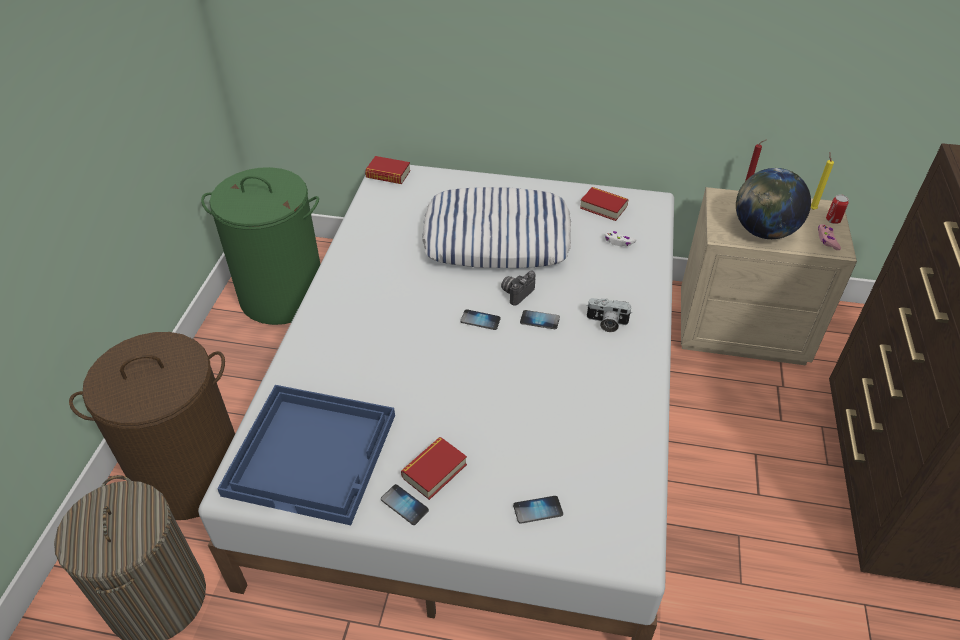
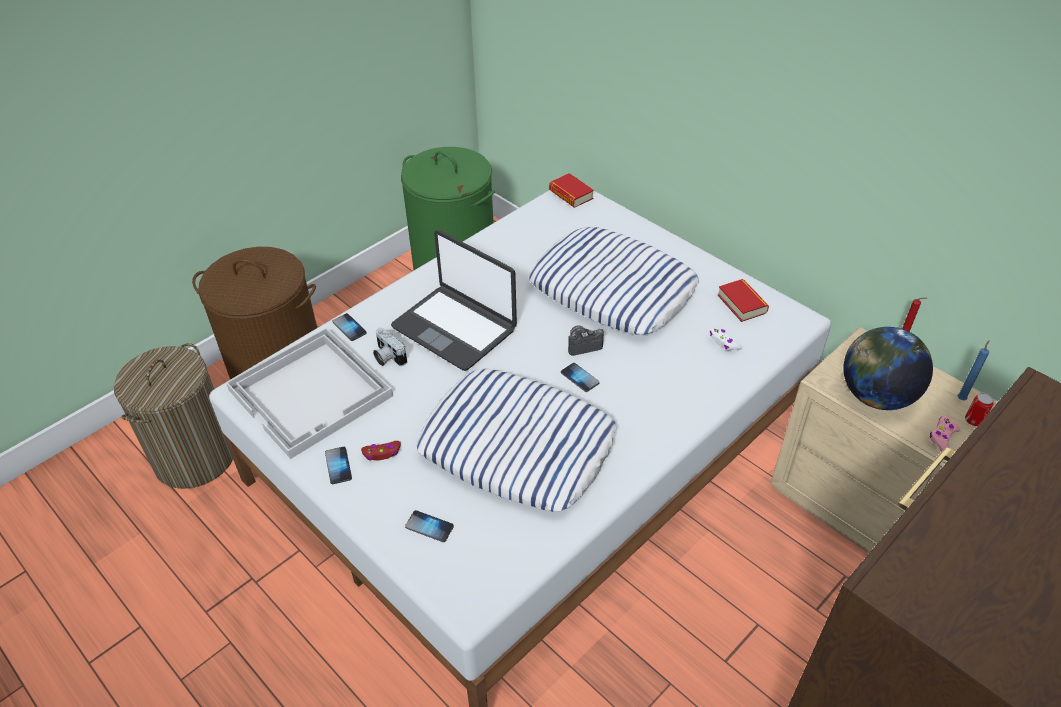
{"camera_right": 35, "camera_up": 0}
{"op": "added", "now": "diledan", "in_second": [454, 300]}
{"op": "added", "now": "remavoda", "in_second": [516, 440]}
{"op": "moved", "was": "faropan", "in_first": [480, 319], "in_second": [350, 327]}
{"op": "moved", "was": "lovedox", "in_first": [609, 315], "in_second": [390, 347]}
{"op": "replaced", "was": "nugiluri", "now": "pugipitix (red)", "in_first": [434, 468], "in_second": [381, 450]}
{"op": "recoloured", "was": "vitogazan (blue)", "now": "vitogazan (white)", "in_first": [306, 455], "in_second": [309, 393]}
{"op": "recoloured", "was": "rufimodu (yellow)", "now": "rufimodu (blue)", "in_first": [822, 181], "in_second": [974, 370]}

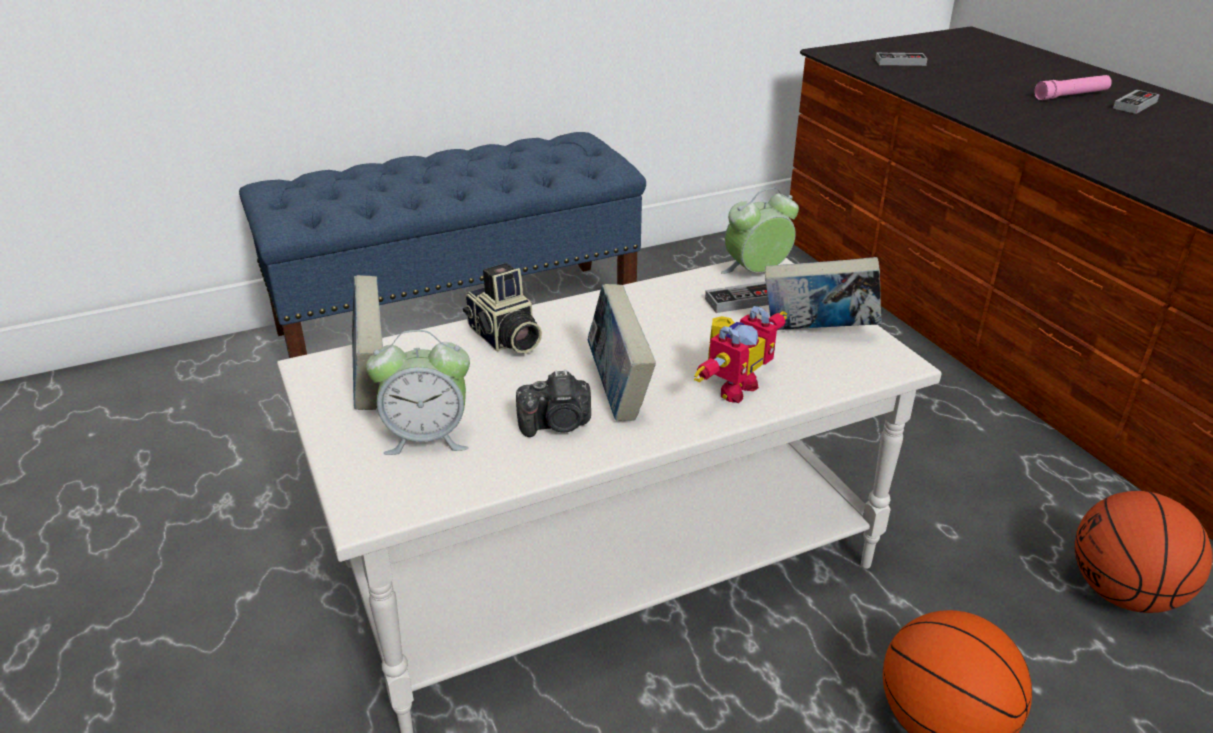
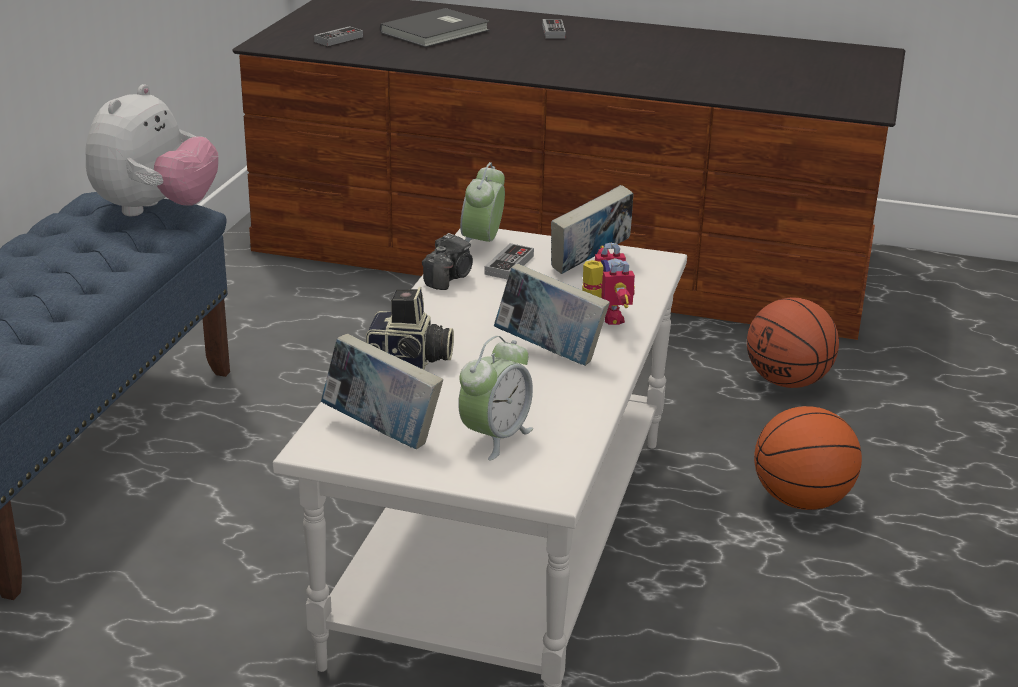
{"camera_right": -50, "camera_up": -5}
{"op": "removed", "was": "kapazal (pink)", "in_first": [1073, 87]}
{"op": "added", "now": "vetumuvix", "in_second": [151, 150]}
{"op": "added", "now": "nugiluri (grey)", "in_second": [435, 27]}
{"op": "moved", "was": "lovedox", "in_first": [553, 403], "in_second": [447, 261]}

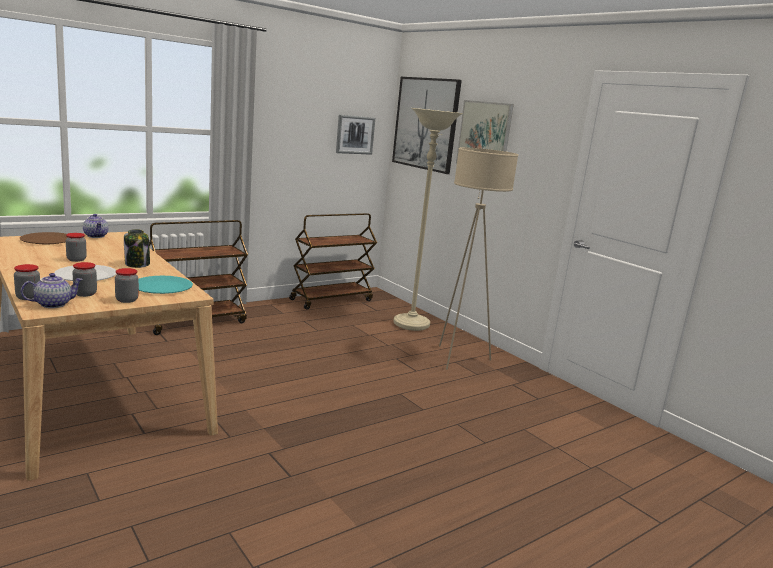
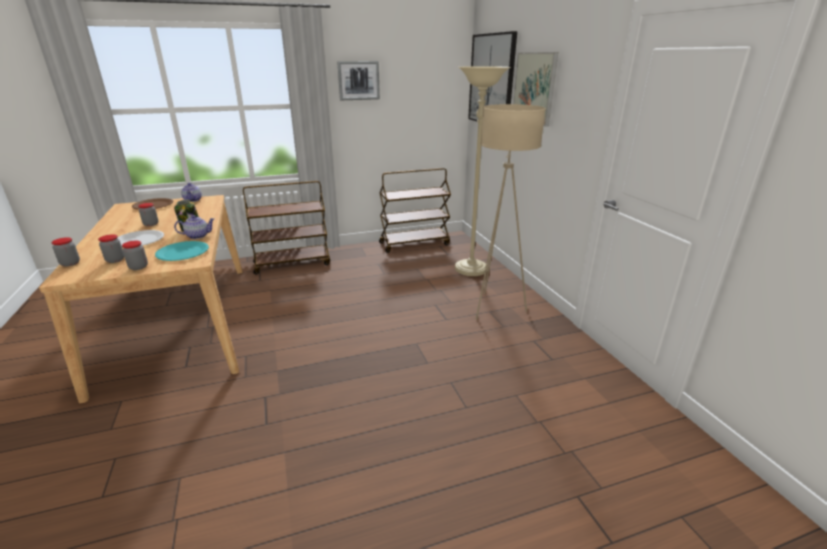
{"camera_right": 20, "camera_up": 10}
{"op": "moved", "was": "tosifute", "in_first": [52, 290], "in_second": [194, 227]}
{"op": "moved", "was": "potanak", "in_first": [355, 135], "in_second": [358, 80]}

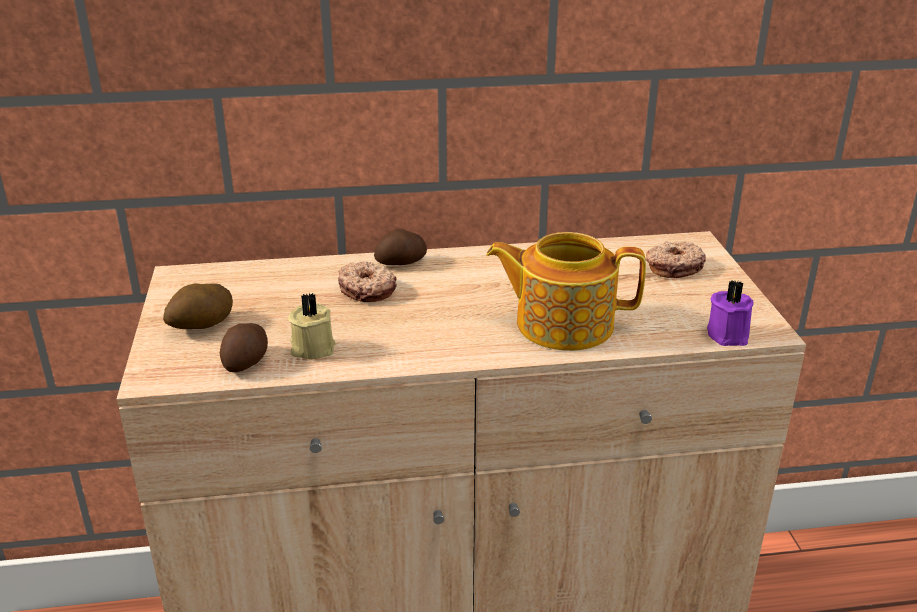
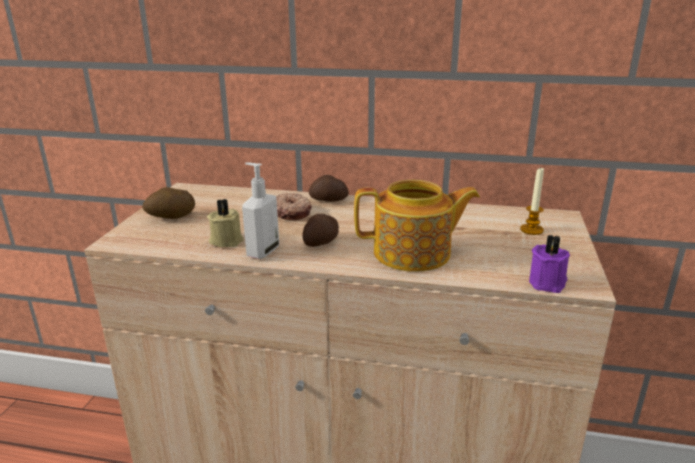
{"camera_right": 20, "camera_up": -5}
{"op": "added", "now": "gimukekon", "in_second": [260, 210]}
{"op": "moved", "was": "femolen", "in_first": [244, 347], "in_second": [320, 230]}
{"op": "replaced", "was": "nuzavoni", "now": "rufimodu", "in_first": [675, 259], "in_second": [532, 201]}
{"op": "turned", "was": "tosifute", "in_first": [566, 291], "in_second": [417, 226], "clockwise": 150}

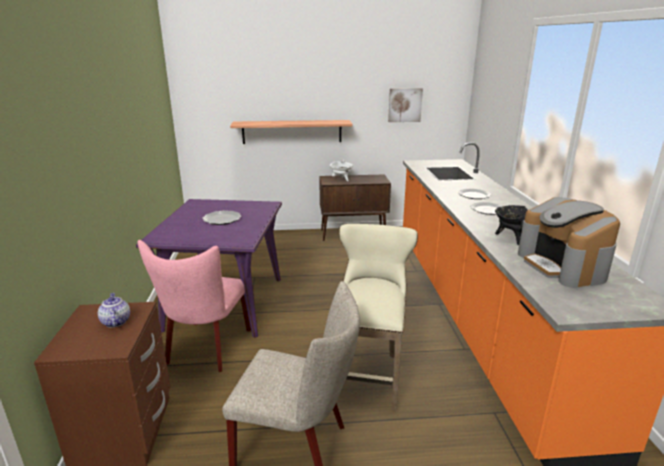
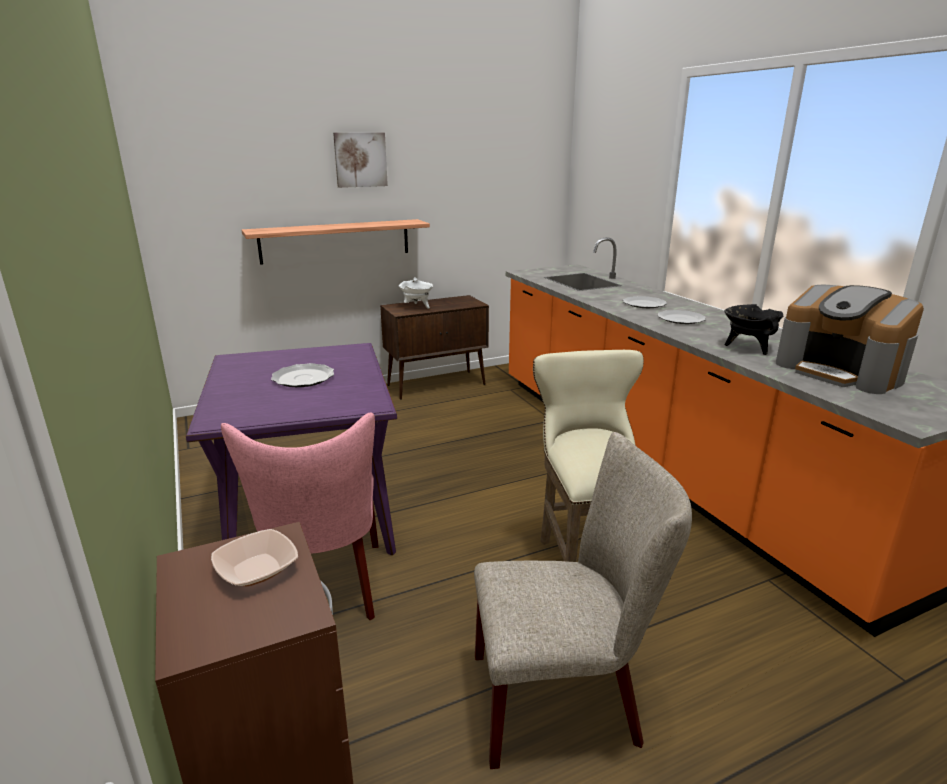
{"camera_right": -20, "camera_up": 0}
{"op": "moved", "was": "potanak", "in_first": [405, 105], "in_second": [360, 160]}
{"op": "replaced", "was": "tosifute", "now": "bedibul", "in_first": [114, 310], "in_second": [254, 557]}

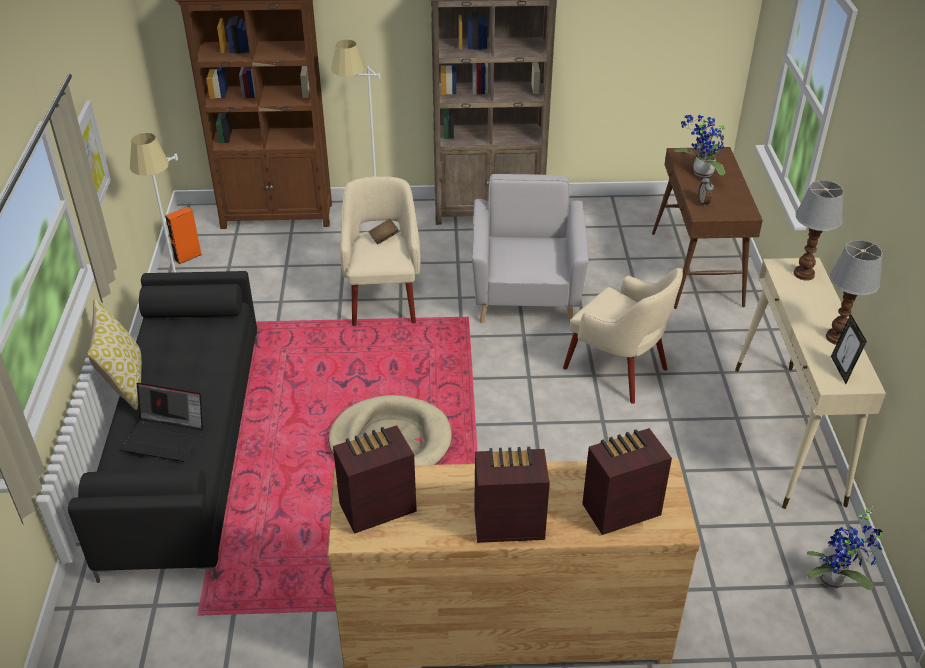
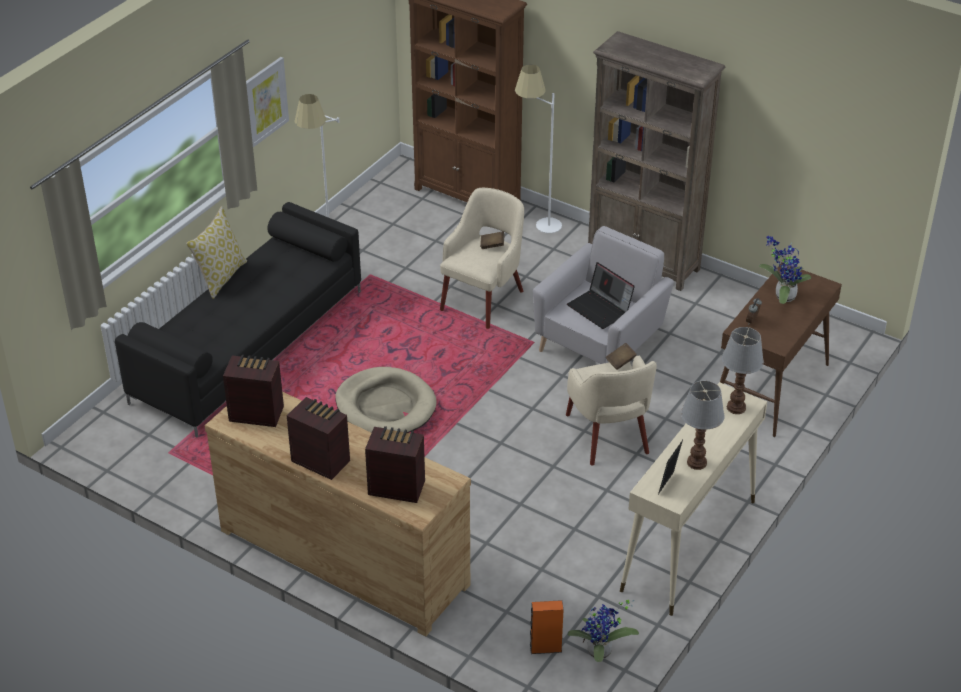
{"camera_right": 35, "camera_up": 0}
{"op": "added", "now": "nugiluri (brown)", "in_second": [621, 356]}
{"op": "moved", "was": "diledan", "in_first": [162, 422], "in_second": [601, 295]}
{"op": "moved", "was": "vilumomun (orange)", "in_first": [183, 235], "in_second": [546, 627]}

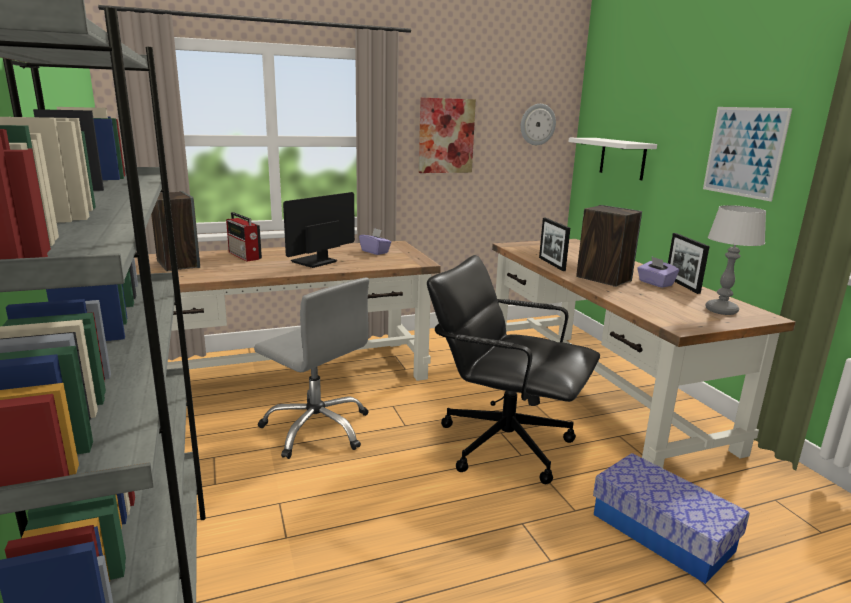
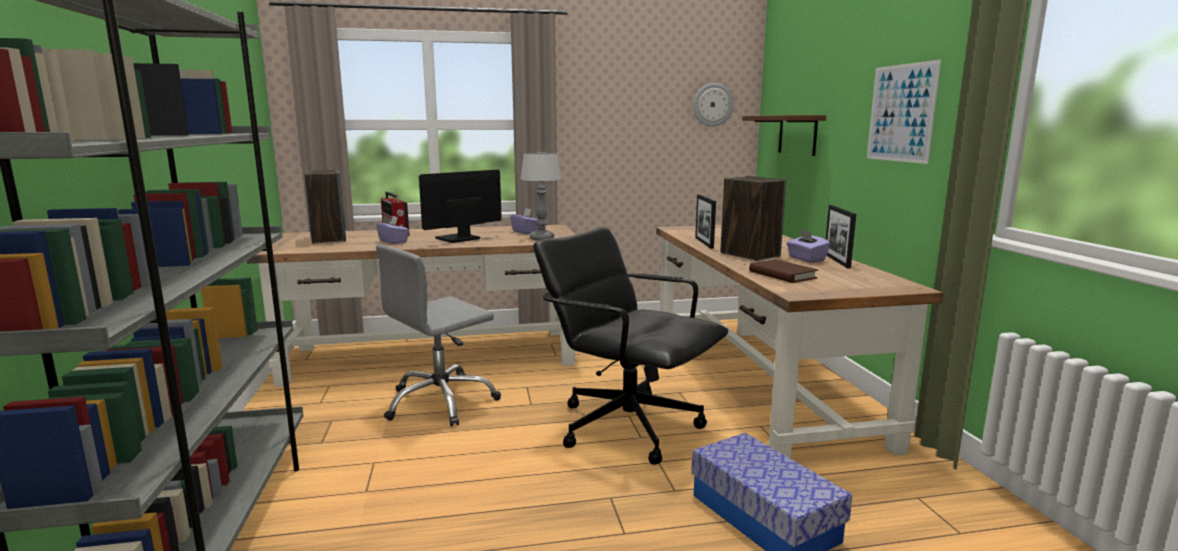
{"camera_right": 10, "camera_up": -5}
{"op": "removed", "was": "potanak", "in_first": [447, 135]}
{"op": "added", "now": "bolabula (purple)", "in_second": [392, 230]}
{"op": "added", "now": "nugiluri (brown)", "in_second": [783, 271]}
{"op": "moved", "was": "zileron", "in_first": [735, 260], "in_second": [541, 197]}
{"op": "recoloured", "was": "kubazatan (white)", "now": "kubazatan (brown)", "in_first": [613, 159], "in_second": [784, 135]}
{"op": "turned", "was": "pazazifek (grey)", "in_first": [311, 368], "in_second": [438, 335], "clockwise": 90}

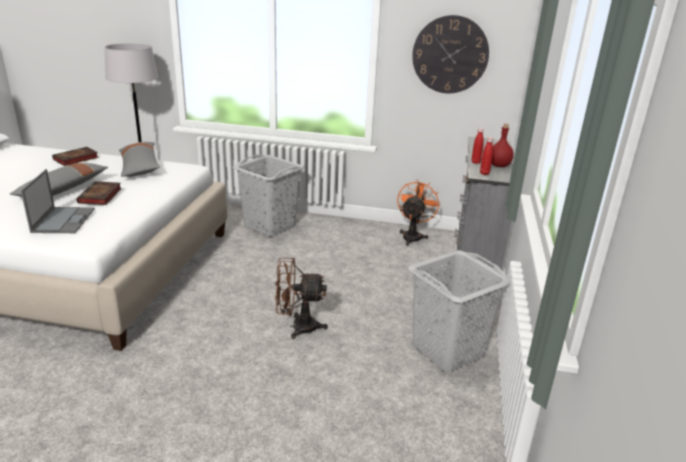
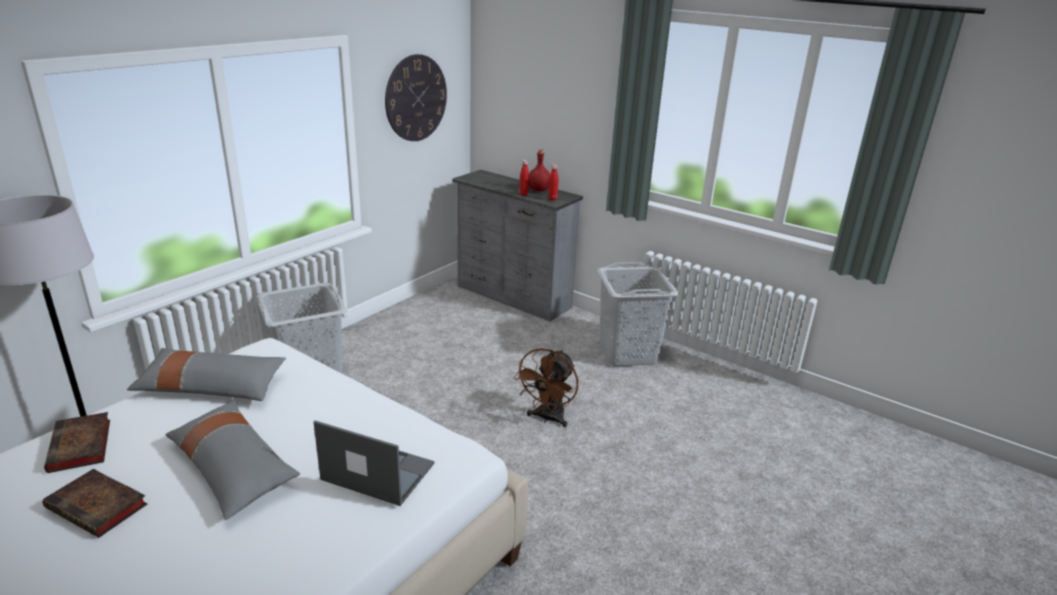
{"camera_right": -65, "camera_up": 0}
{"op": "removed", "was": "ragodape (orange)", "in_first": [418, 212]}
{"op": "moved", "was": "nugiluri", "in_first": [99, 193], "in_second": [95, 503]}

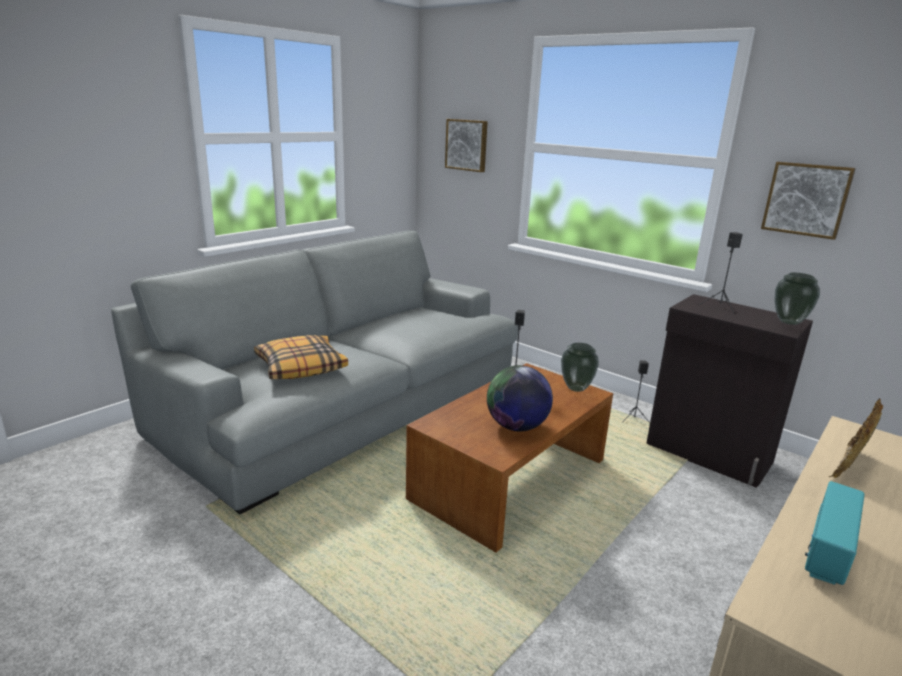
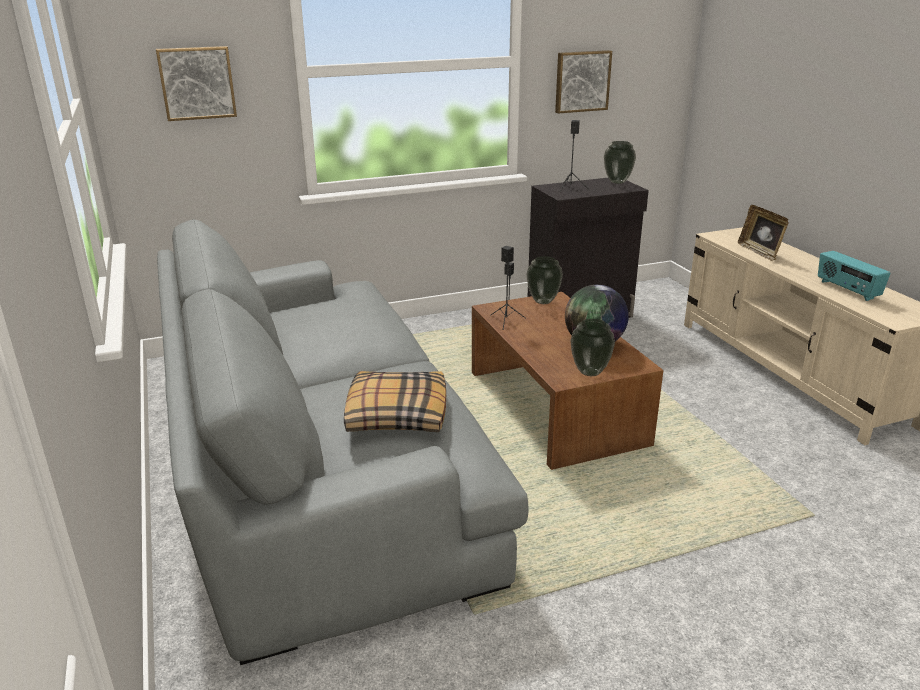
{"camera_right": -60, "camera_up": 5}
{"op": "added", "now": "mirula", "in_second": [593, 347]}

